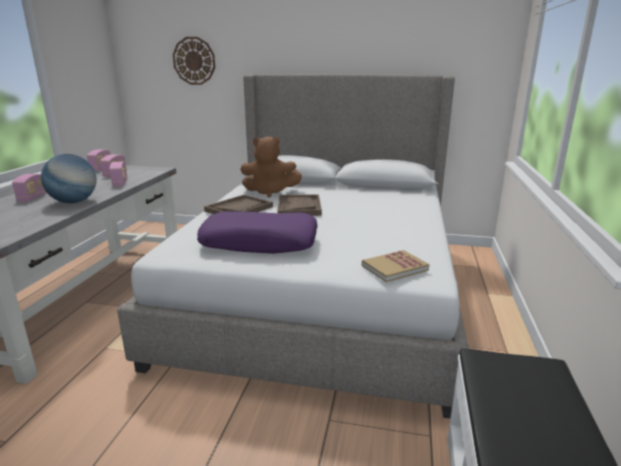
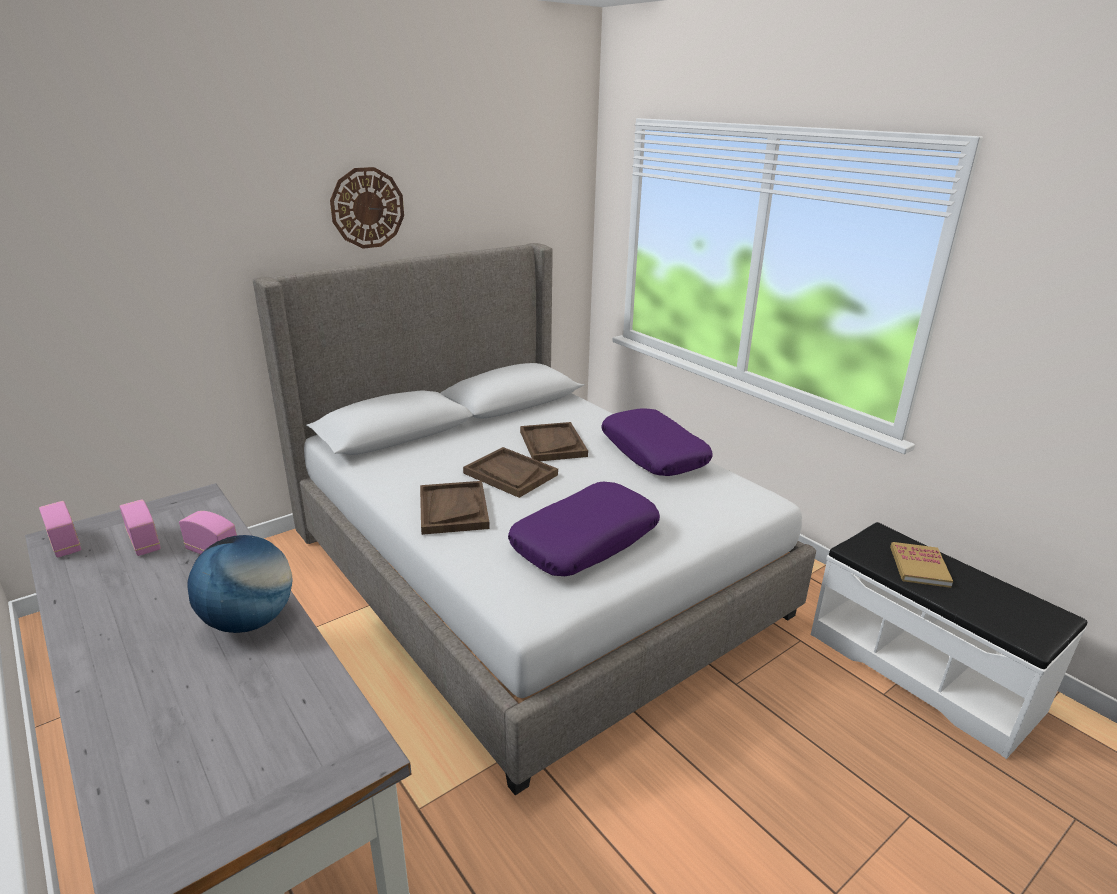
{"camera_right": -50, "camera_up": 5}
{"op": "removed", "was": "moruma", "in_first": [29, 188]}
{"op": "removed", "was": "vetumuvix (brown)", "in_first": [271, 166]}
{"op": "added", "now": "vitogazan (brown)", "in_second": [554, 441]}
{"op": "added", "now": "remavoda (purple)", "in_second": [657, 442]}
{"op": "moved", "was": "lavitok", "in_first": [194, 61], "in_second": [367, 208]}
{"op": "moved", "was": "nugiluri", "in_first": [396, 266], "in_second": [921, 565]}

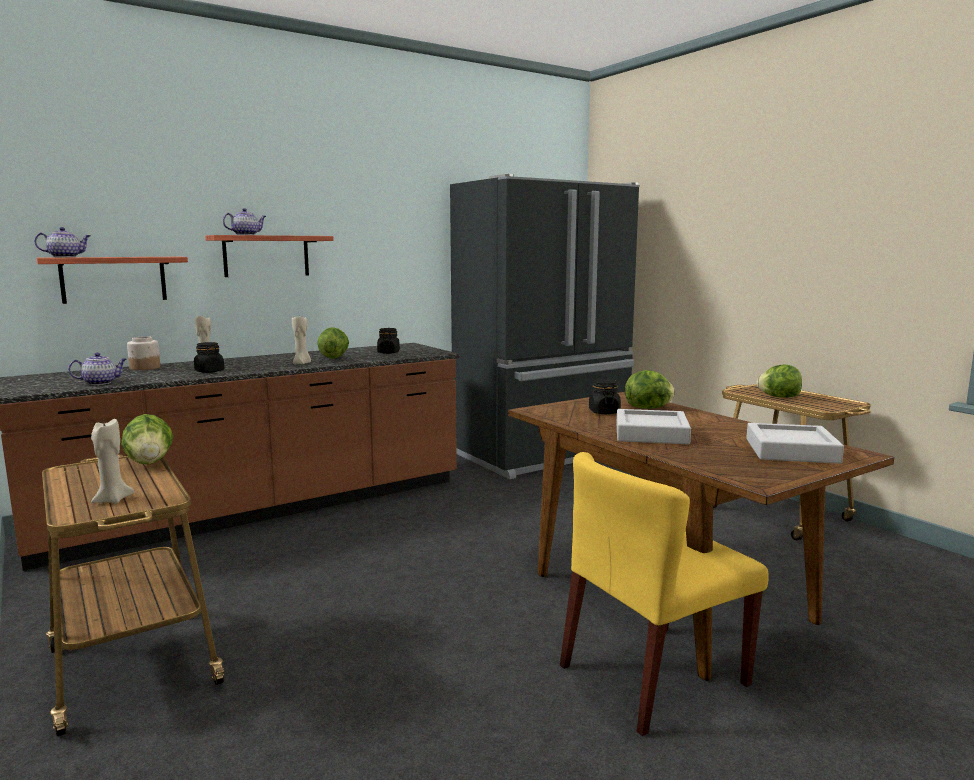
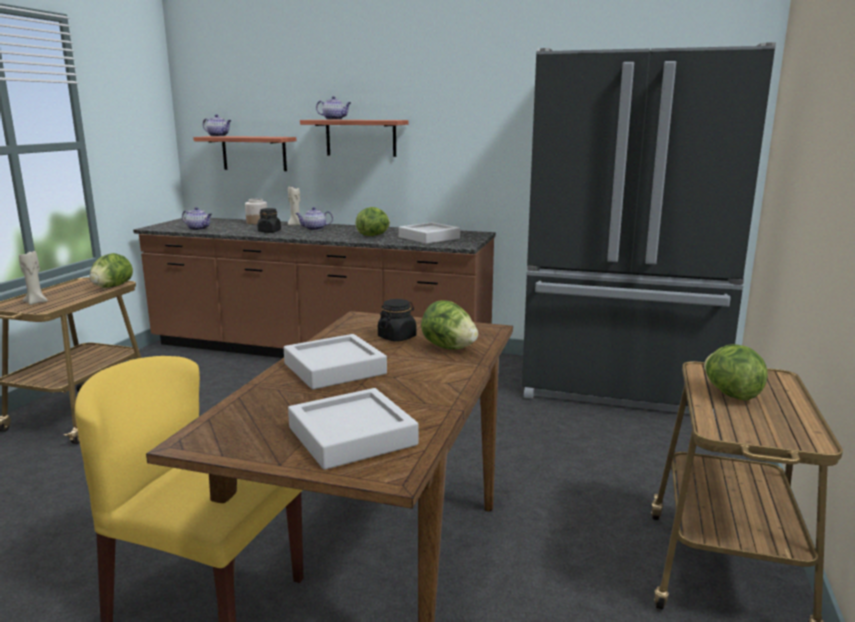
{"camera_right": 50, "camera_up": 5}
{"op": "removed", "was": "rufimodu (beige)", "in_first": [301, 340]}
{"op": "added", "now": "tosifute", "in_second": [314, 218]}
{"op": "replaced", "was": "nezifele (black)", "now": "vitogazan (grey)", "in_first": [388, 341], "in_second": [429, 233]}

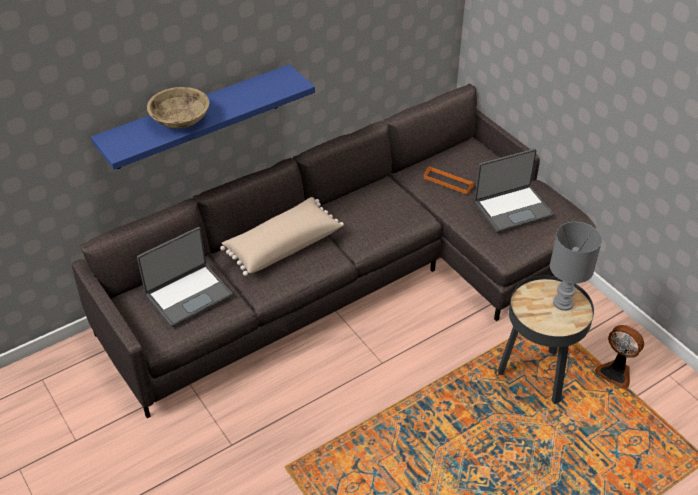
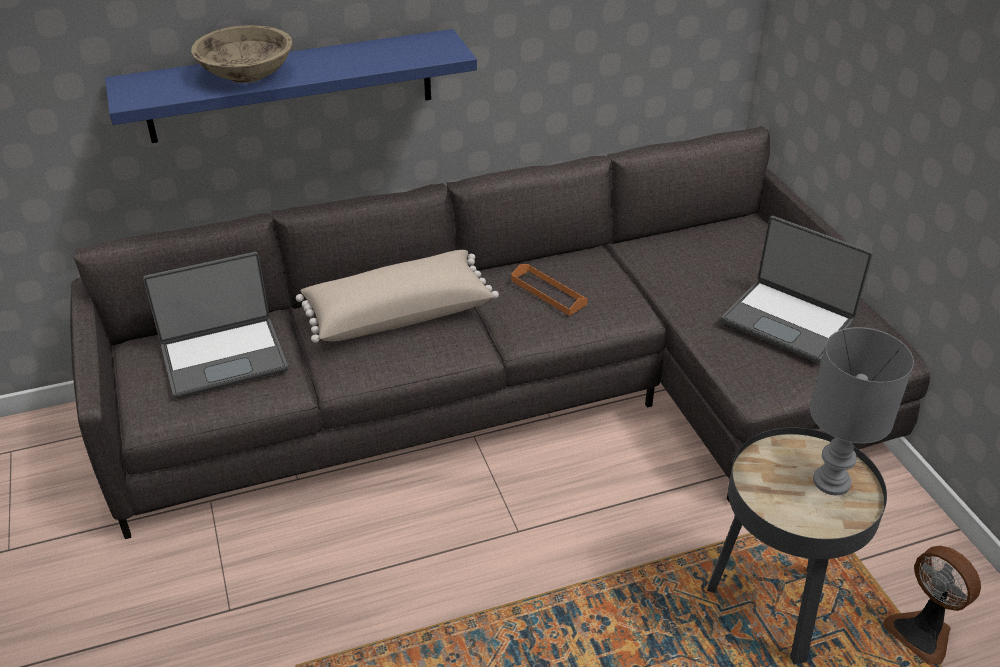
{"camera_right": 15, "camera_up": -5}
{"op": "moved", "was": "vitogazan (orange)", "in_first": [448, 180], "in_second": [549, 290]}
{"op": "turned", "was": "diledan", "in_first": [514, 191], "in_second": [797, 289], "clockwise": 45}

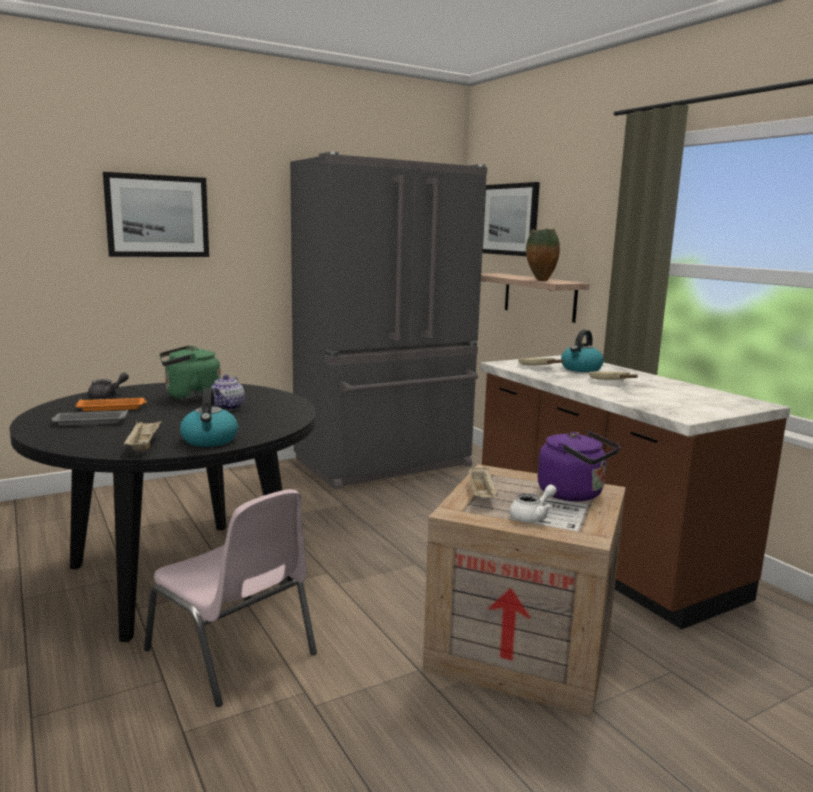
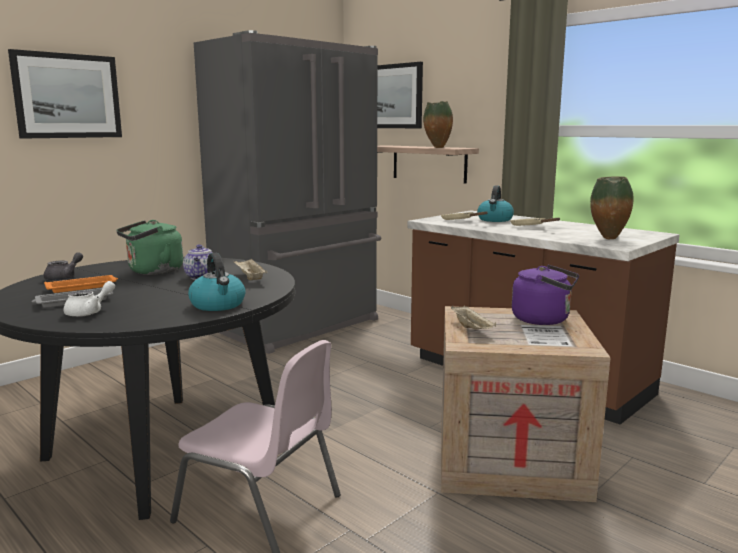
{"camera_right": -15, "camera_up": 0}
{"op": "added", "now": "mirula", "in_second": [612, 207]}
{"op": "moved", "was": "vitogazan (beige)", "in_first": [142, 435], "in_second": [250, 269]}
{"op": "moved", "was": "tosifute (white)", "in_first": [533, 503], "in_second": [89, 299]}

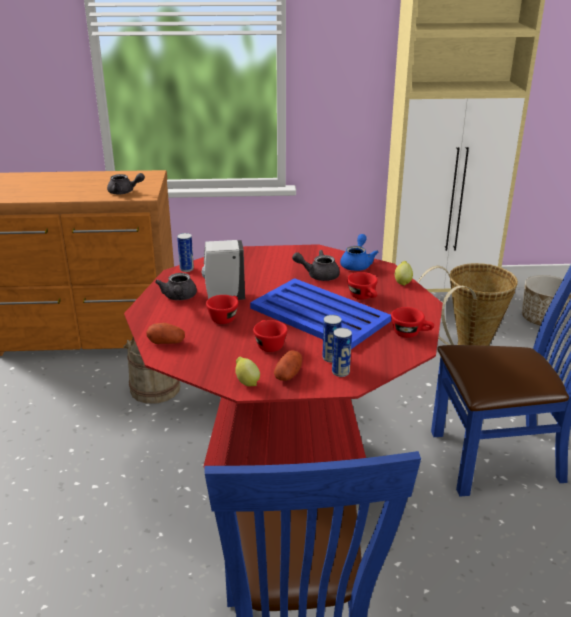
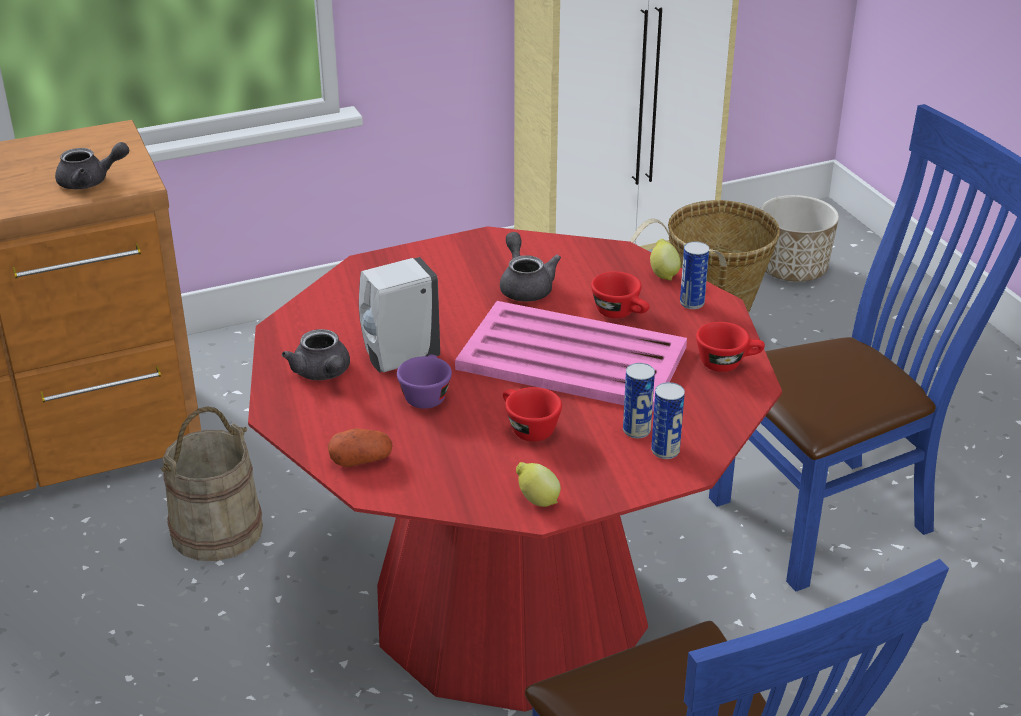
{"camera_right": -20, "camera_up": 5}
{"op": "removed", "was": "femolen", "in_first": [288, 365]}
{"op": "removed", "was": "tosifute (blue)", "in_first": [359, 252]}
{"op": "moved", "was": "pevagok", "in_first": [185, 252], "in_second": [694, 275]}
{"op": "recoloured", "was": "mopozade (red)", "now": "mopozade (purple)", "in_first": [222, 309], "in_second": [424, 382]}
{"op": "recoloured", "was": "vitogazan (blue)", "now": "vitogazan (pink)", "in_first": [320, 313], "in_second": [571, 356]}
{"op": "turned", "was": "tosifute (grey)", "in_first": [316, 265], "in_second": [530, 267], "clockwise": 90}

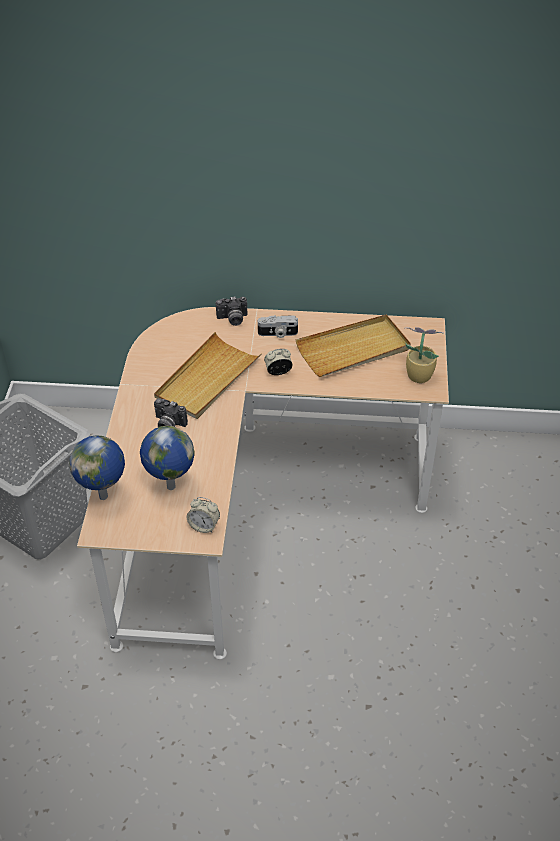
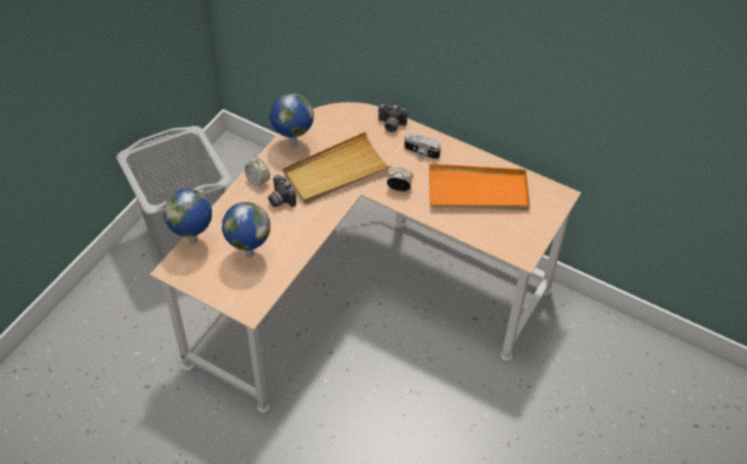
{"camera_right": 25, "camera_up": 5}
{"op": "removed", "was": "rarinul", "in_first": [424, 355]}
{"op": "added", "now": "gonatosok", "in_second": [292, 120]}
{"op": "moved", "was": "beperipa", "in_first": [203, 515], "in_second": [257, 171]}
{"op": "recoloured", "was": "vitogazan (beige)", "now": "vitogazan (orange)", "in_first": [353, 346], "in_second": [479, 187]}

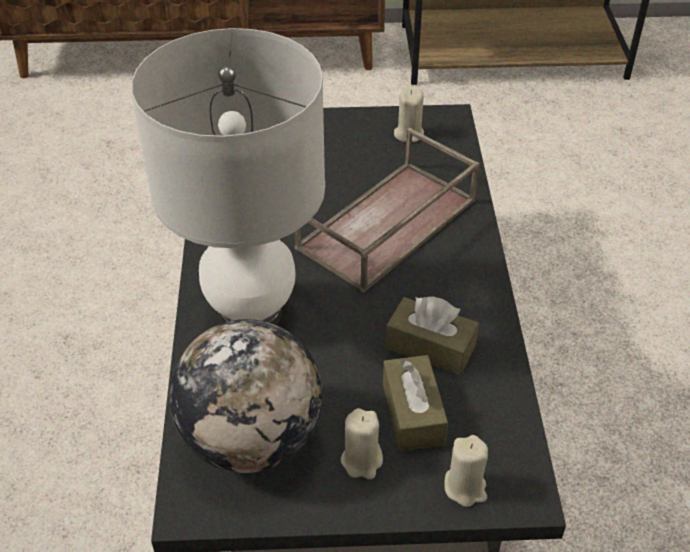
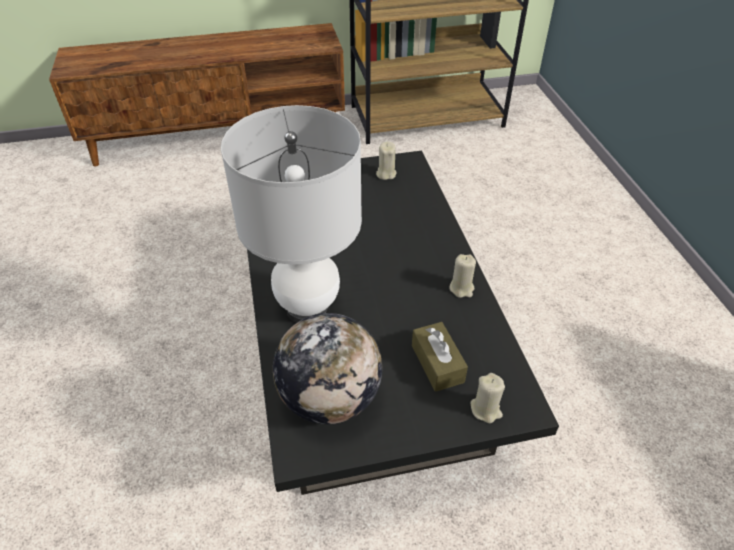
{"camera_right": -10, "camera_up": 0}
{"op": "removed", "was": "vitogazan (brown)", "in_first": [387, 210]}
{"op": "removed", "was": "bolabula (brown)", "in_first": [432, 335]}
{"op": "moved", "was": "rufimodu (beige)", "in_first": [362, 443], "in_second": [462, 276]}

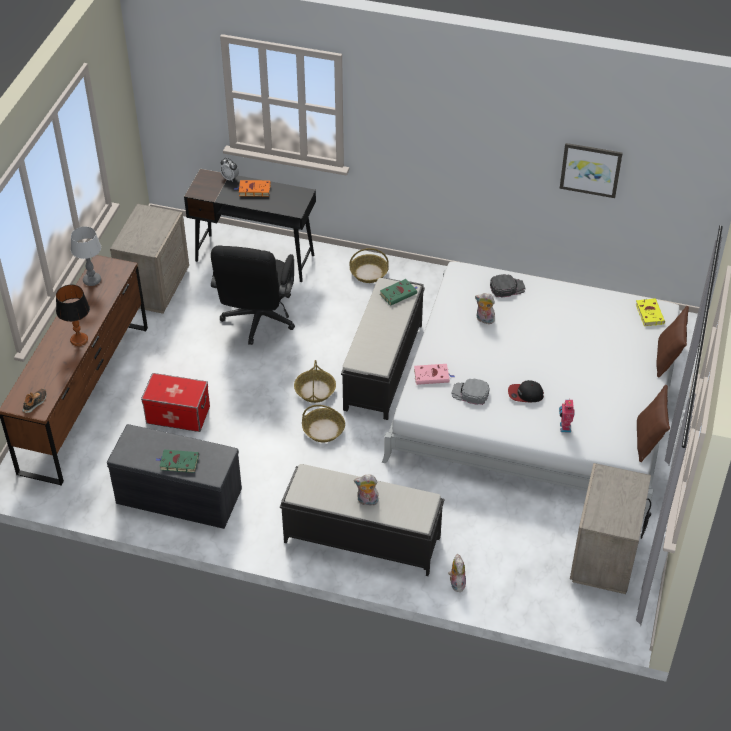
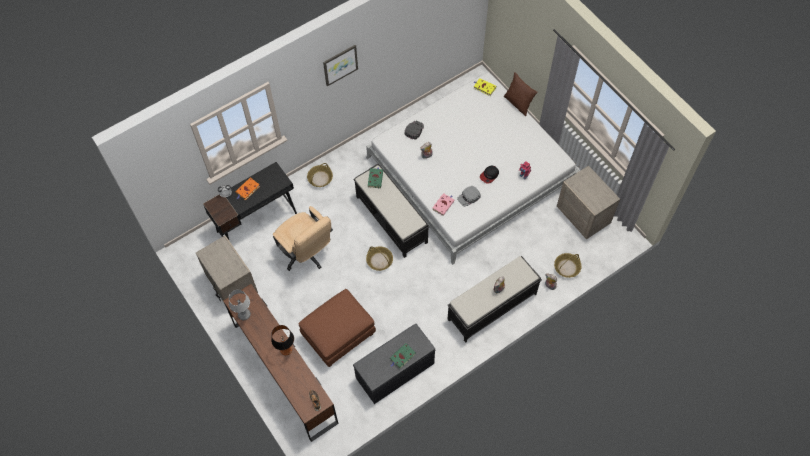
{"camera_right": -50, "camera_up": 15}
{"op": "removed", "was": "remavoda (brown)", "in_first": [653, 423]}
{"op": "moved", "was": "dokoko", "in_first": [323, 423], "in_second": [568, 265]}
{"op": "moved", "was": "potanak", "in_first": [591, 170], "in_second": [340, 65]}
{"op": "replaced", "was": "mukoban", "now": "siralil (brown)", "in_first": [175, 402], "in_second": [337, 328]}
{"op": "recoloured", "was": "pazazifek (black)", "now": "pazazifek (beige)", "in_first": [253, 295], "in_second": [303, 238]}

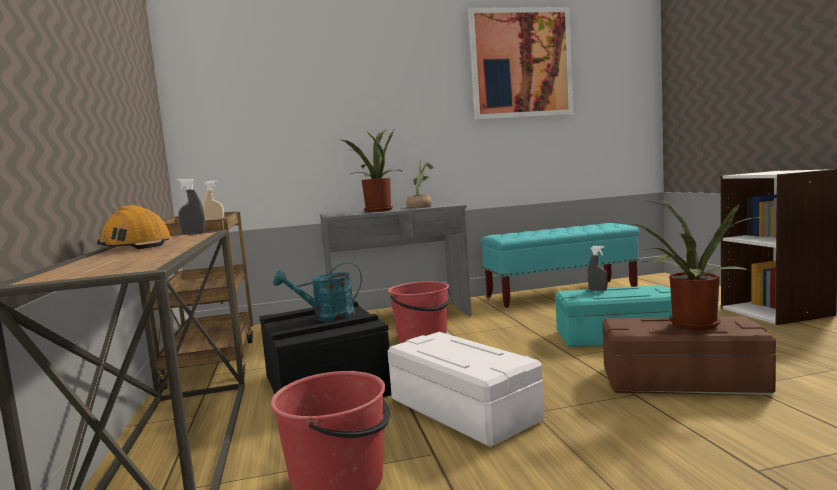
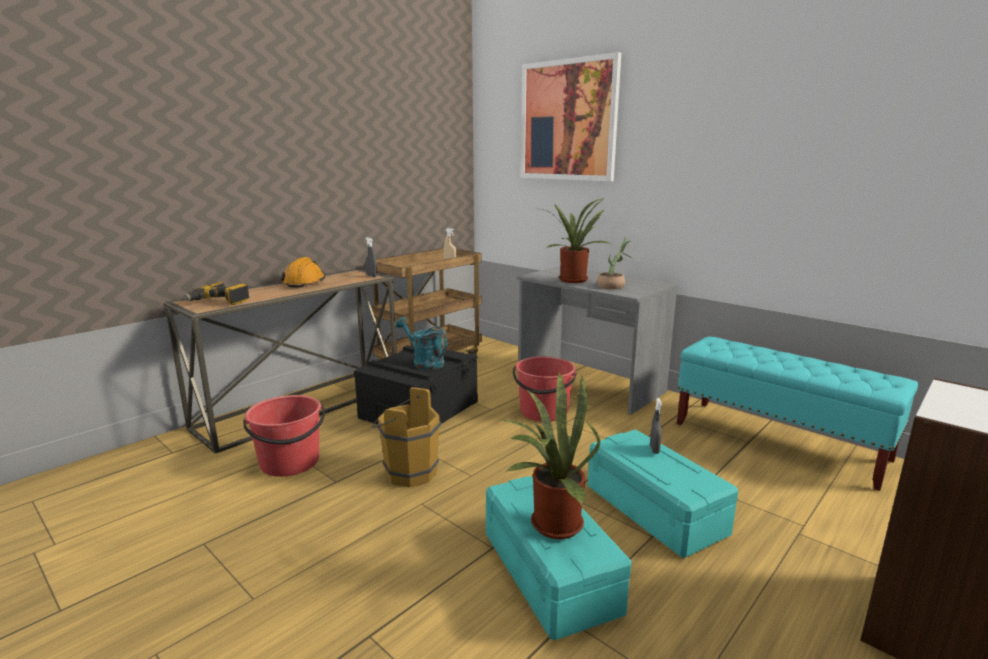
{"camera_right": 55, "camera_up": 10}
{"op": "added", "now": "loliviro", "in_second": [217, 293]}
{"op": "moved", "was": "potanak", "in_first": [520, 63], "in_second": [571, 116]}
{"op": "replaced", "was": "mukoban (white)", "now": "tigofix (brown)", "in_first": [466, 389], "in_second": [406, 437]}
{"op": "recoloured", "was": "mukoban (brown)", "now": "mukoban (turquoise)", "in_first": [689, 355], "in_second": [559, 558]}

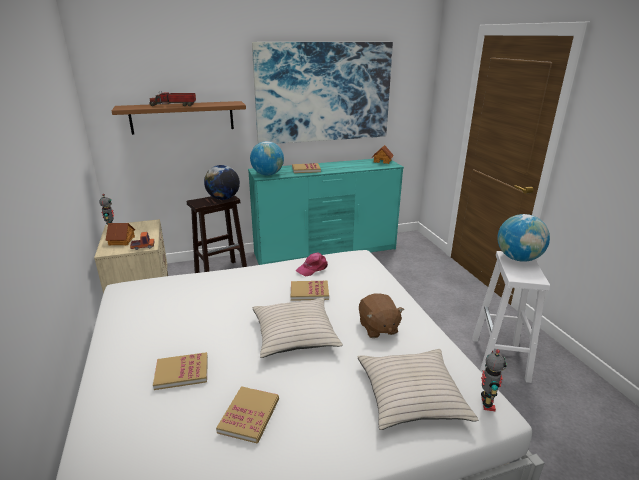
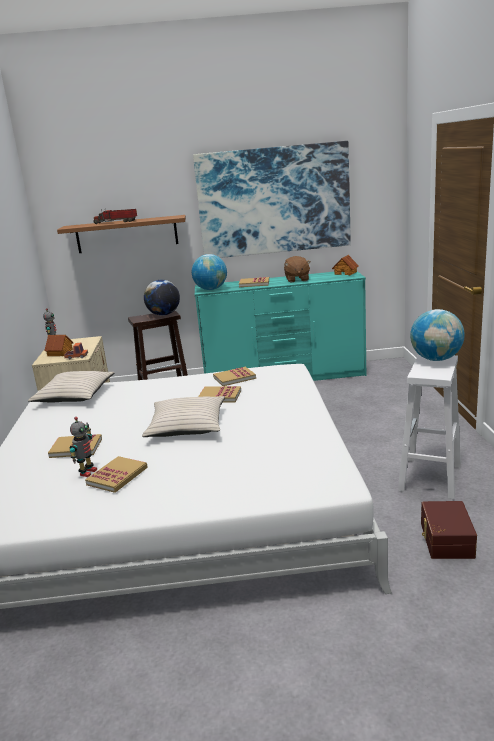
{"camera_right": 15, "camera_up": -5}
{"op": "added", "now": "mukoban (brown)", "in_second": [449, 530]}
{"op": "moved", "was": "remavoda (beige)", "in_first": [418, 389], "in_second": [71, 387]}
{"op": "moved", "was": "vetumuvix (brown)", "in_first": [381, 315], "in_second": [297, 269]}
{"op": "moved", "was": "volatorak", "in_first": [494, 380], "in_second": [83, 447]}
{"op": "replaced", "was": "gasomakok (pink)", "now": "nugiluri", "in_first": [311, 264], "in_second": [234, 376]}

